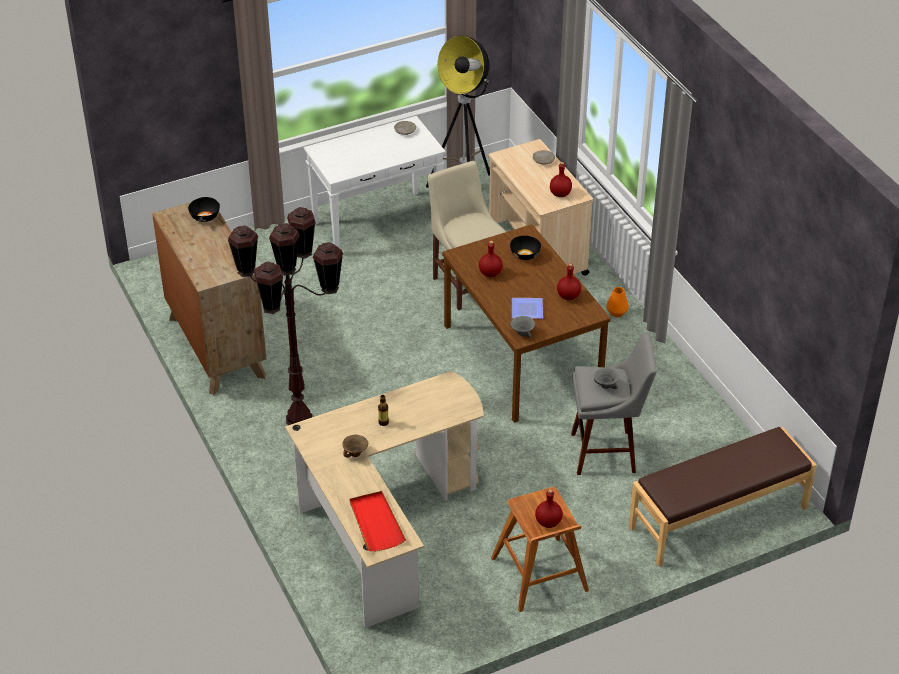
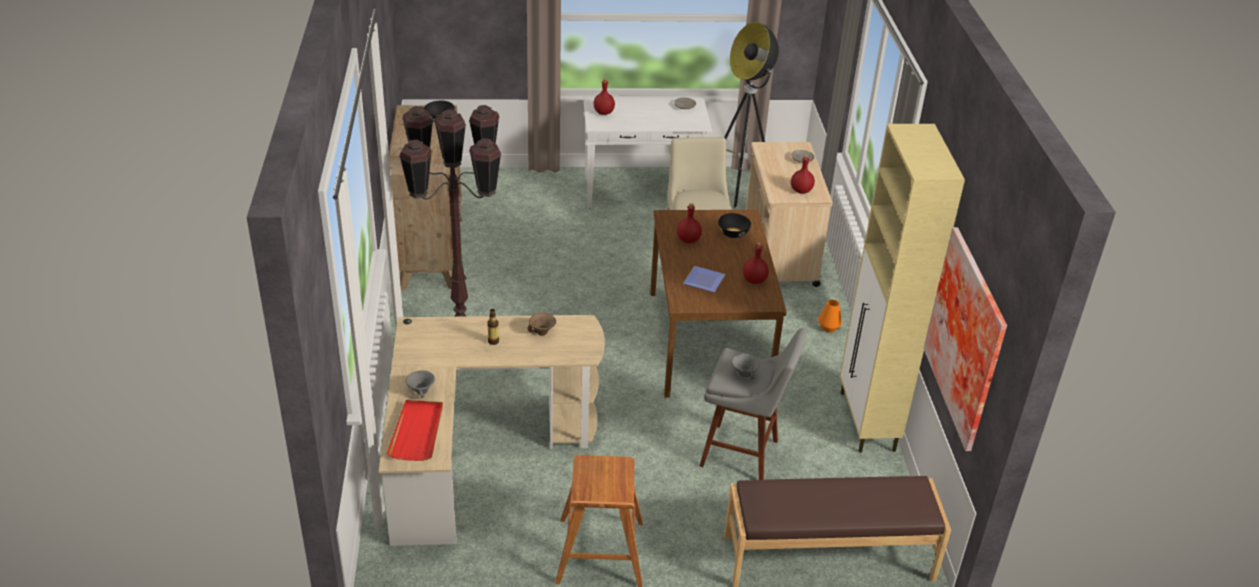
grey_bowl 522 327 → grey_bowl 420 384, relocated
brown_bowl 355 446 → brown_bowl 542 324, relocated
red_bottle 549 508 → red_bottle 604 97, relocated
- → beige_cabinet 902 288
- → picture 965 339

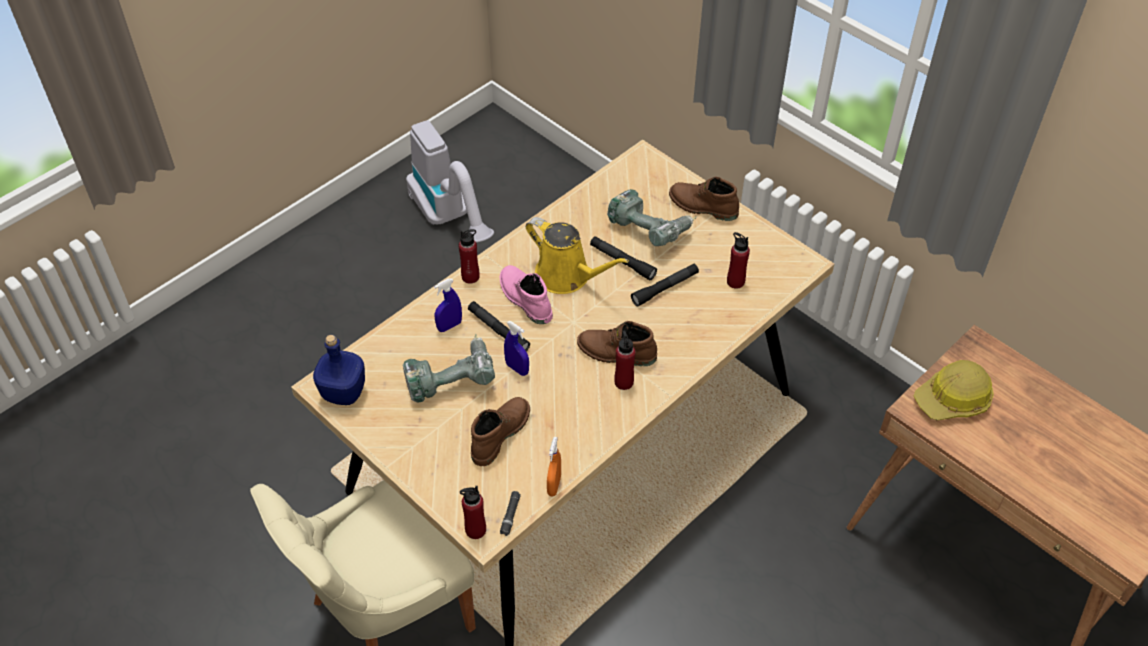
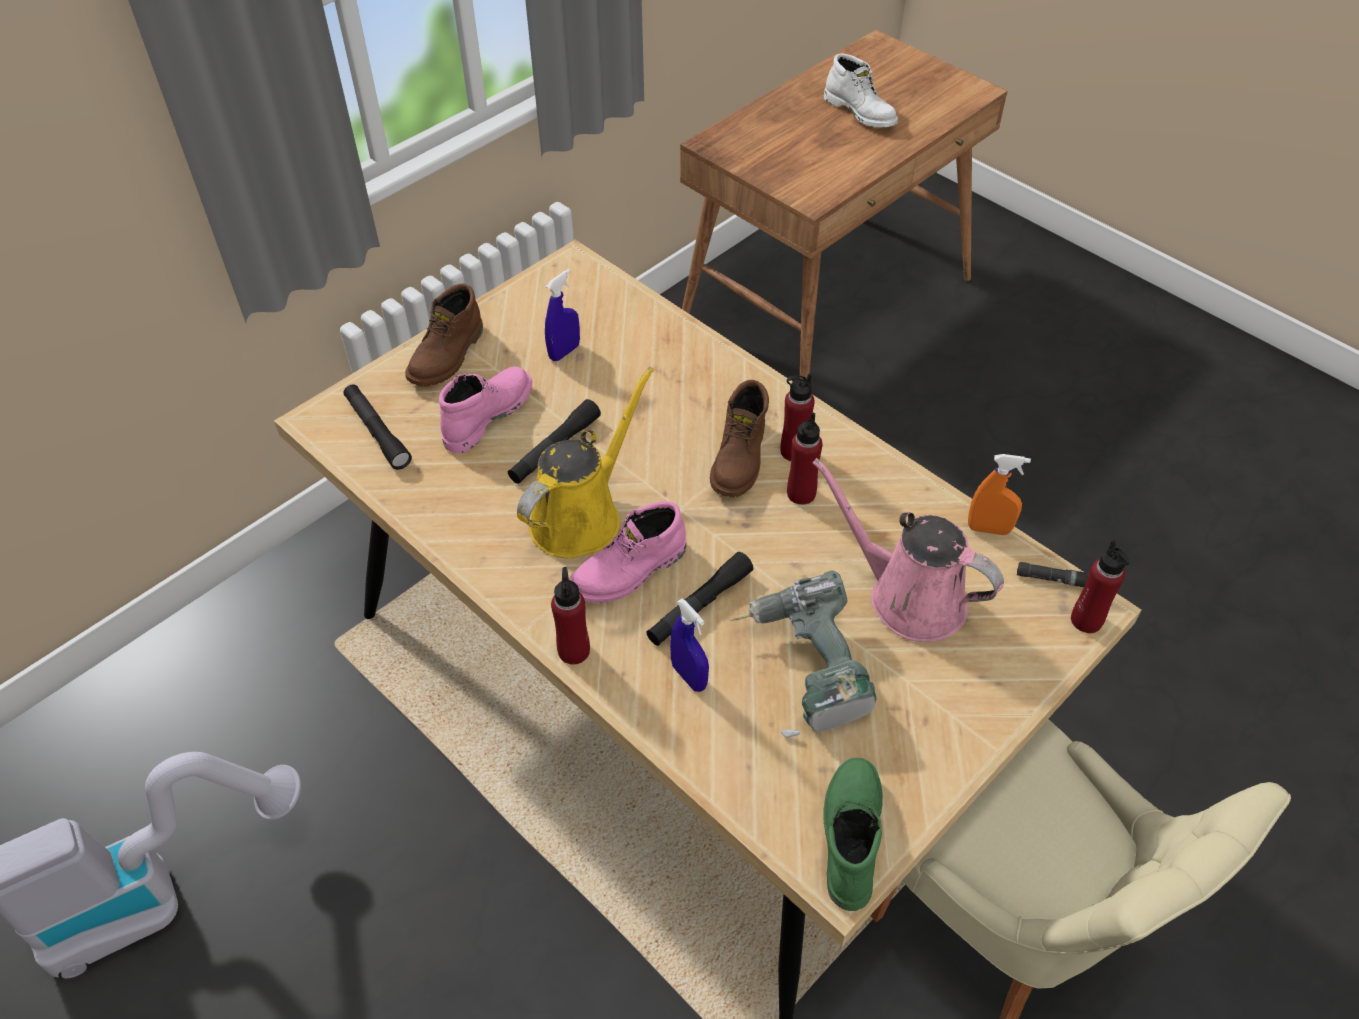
power_drill 652 217 → pink_boot 485 410
red_bottle 738 260 → red_bottle 805 459, relocated
black_flashlight 665 285 → black_flashlight 377 427, relocated
blue_spray_bottle 516 348 → blue_spray_bottle 562 315, relocated
blue_bottle 339 370 → green_boot 853 834
hard_hat 954 390 → -
brown_boot 500 431 → pink_watering_can 908 550
- → white_boot 861 91

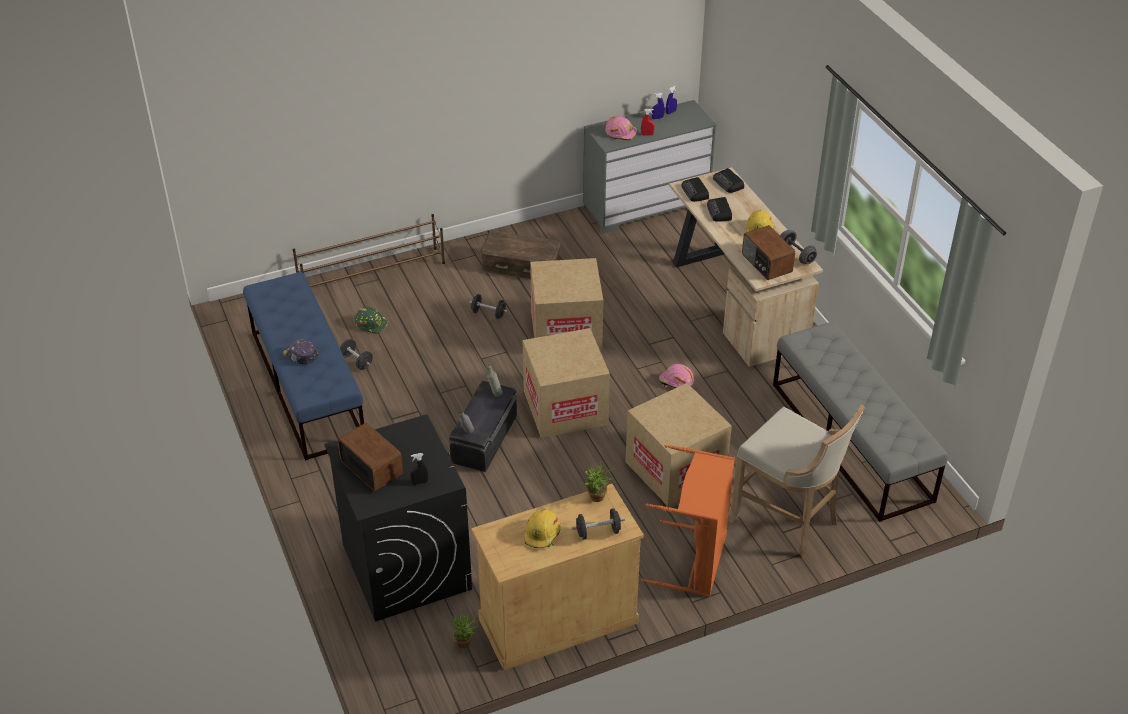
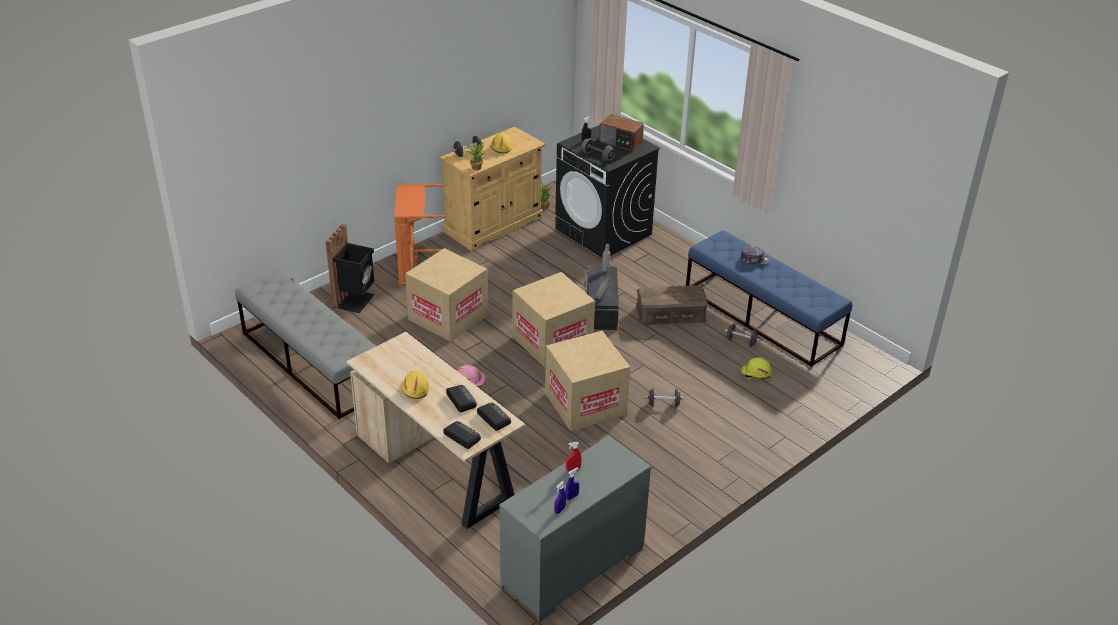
pink_hard_hat 621 128 → -
brown_shoe_rack 369 250 → -
radio 768 252 → -
grey_dumbbell 798 247 → grey_dumbbell 598 149, relocated
brown_storage_box 520 255 → brown_storage_box 672 305, relocated
green_hard_hat 371 320 → yellow_hard_hat 756 368
beige_stool 797 481 → black_trash_can 350 268

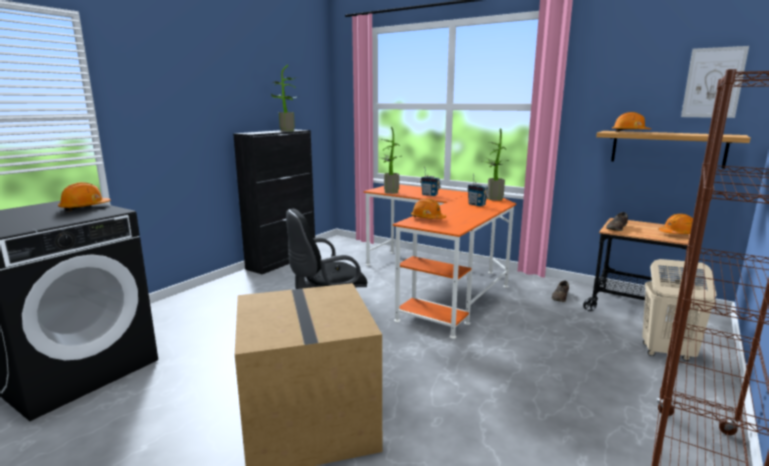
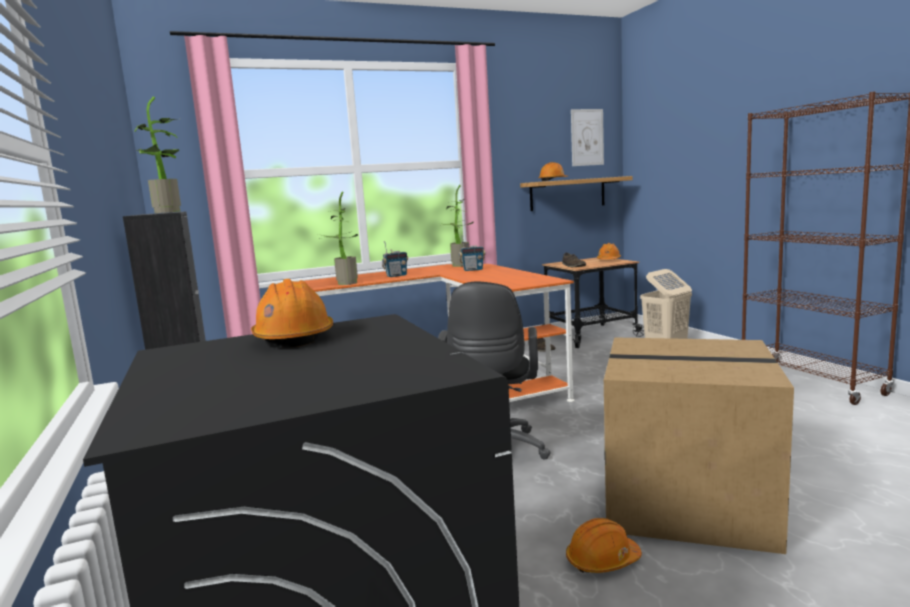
orange_hard_hat 428 208 → orange_hard_hat 604 545, relocated

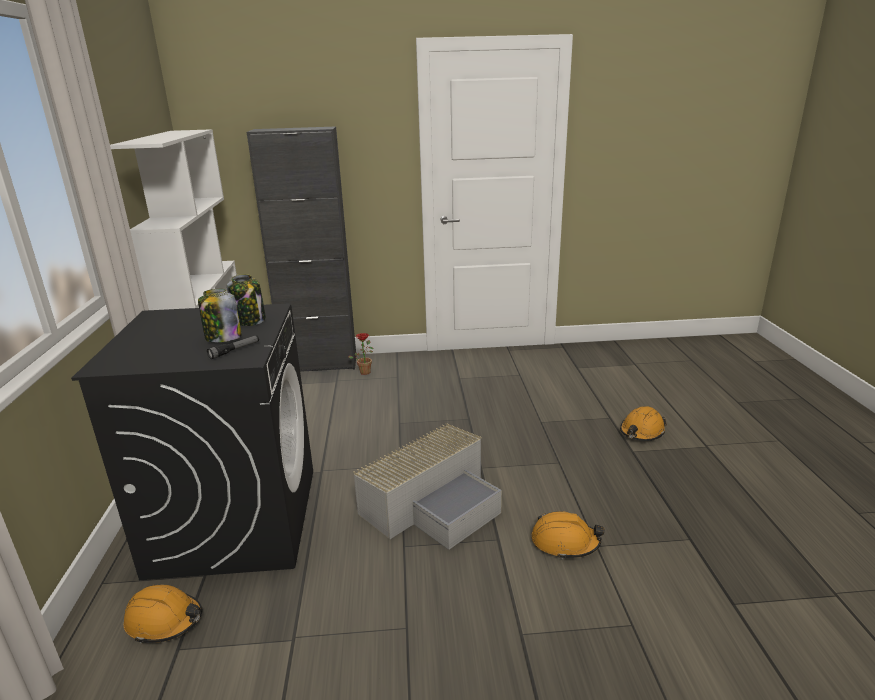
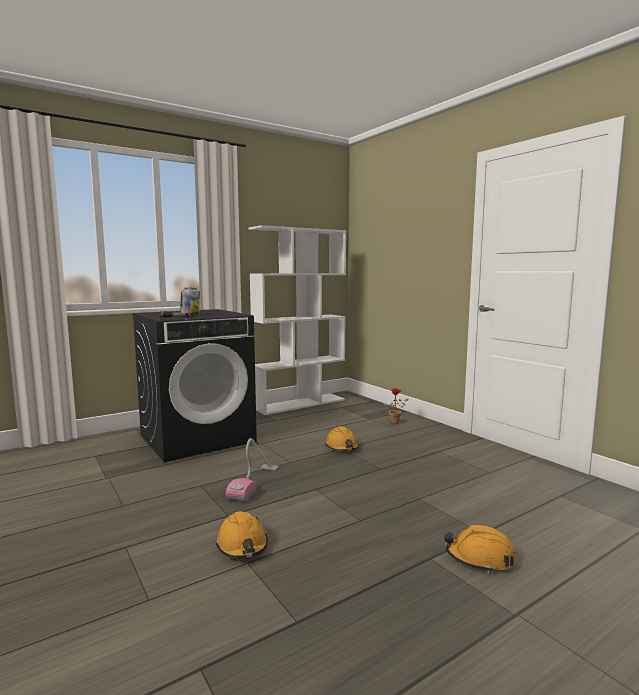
black_cabinet 301 249 → -
jar 246 300 → -
grey_storage_box 427 486 → vacuum_cleaner 252 470
orange_hard_hat 163 614 → orange_hard_hat 342 438, relocated

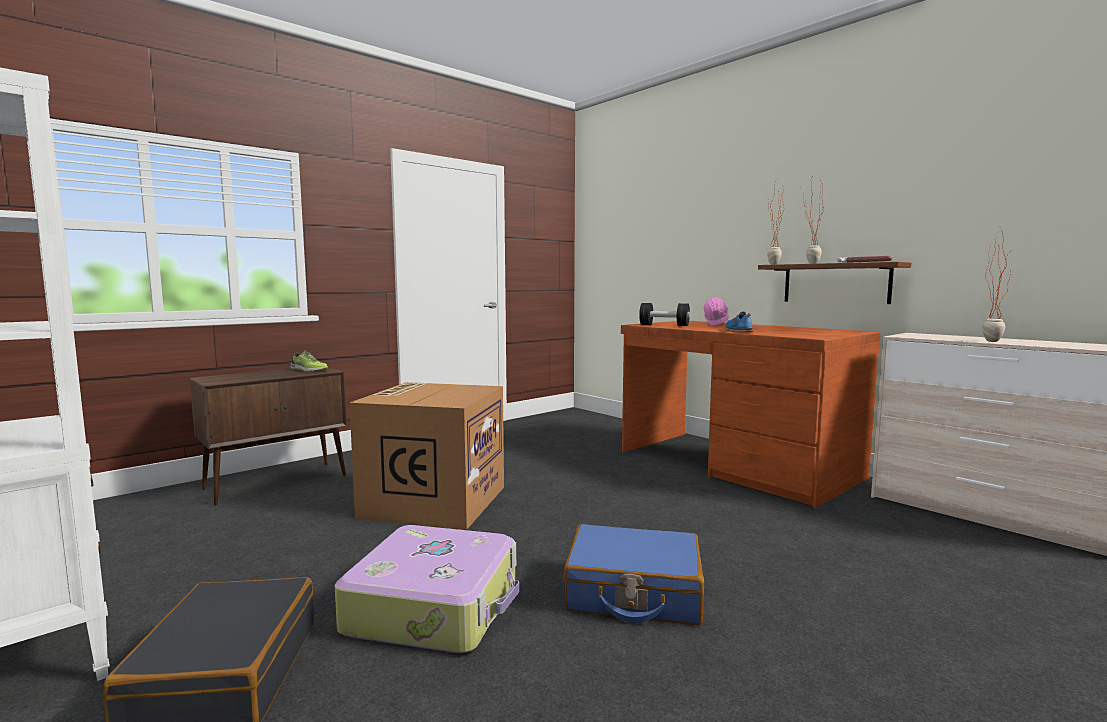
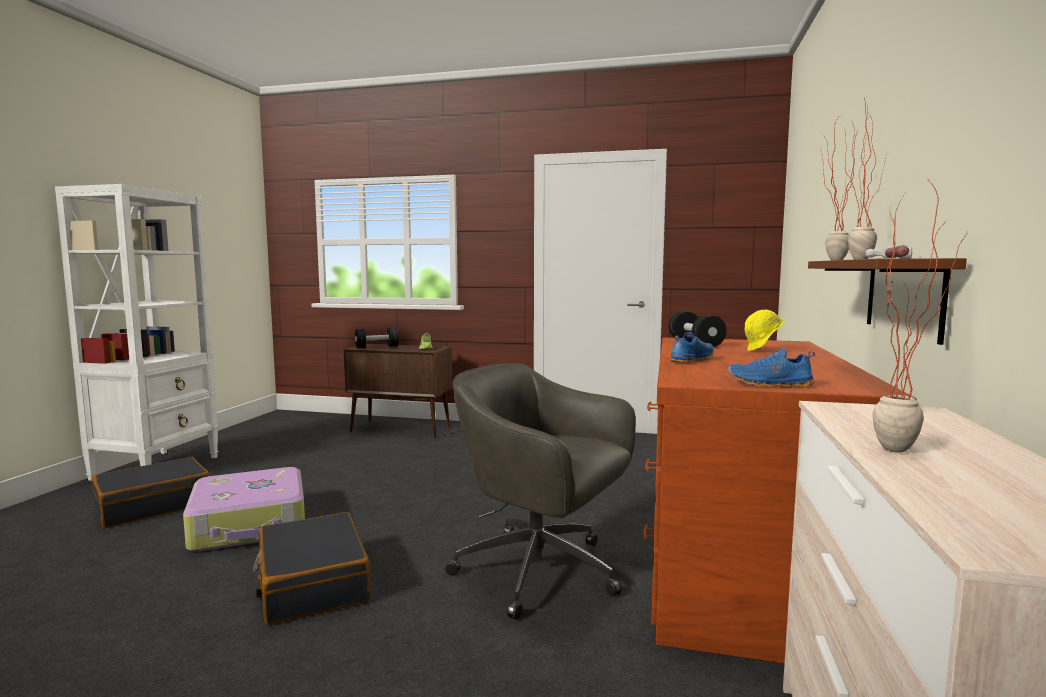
pink_hard_hat 716 311 → yellow_hard_hat 764 330
cardboard_box 426 456 → -
blue_suitcase 634 574 → black_suitcase 311 568
- → black_dumbbell 376 337
- → blue_shoe 771 368
- → grey_office_chair 540 491

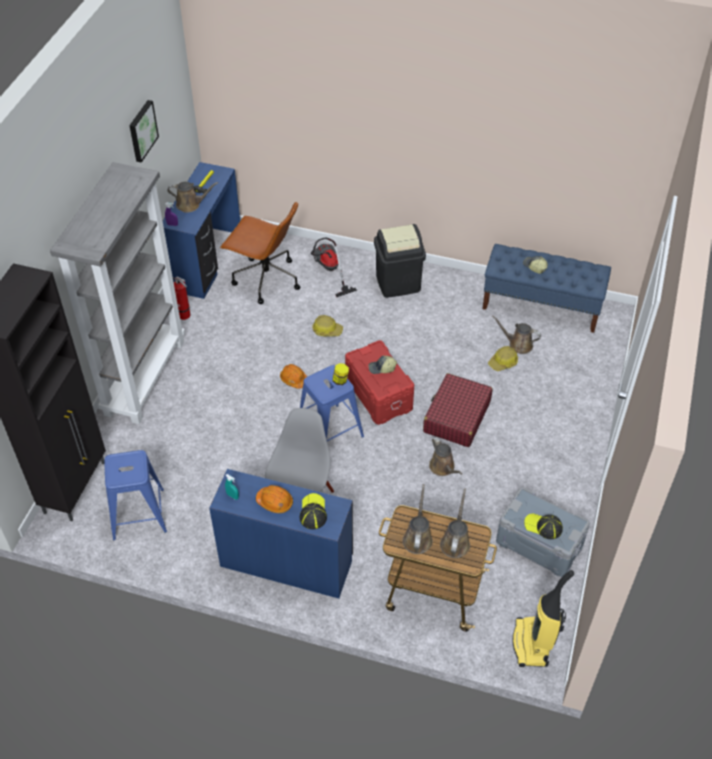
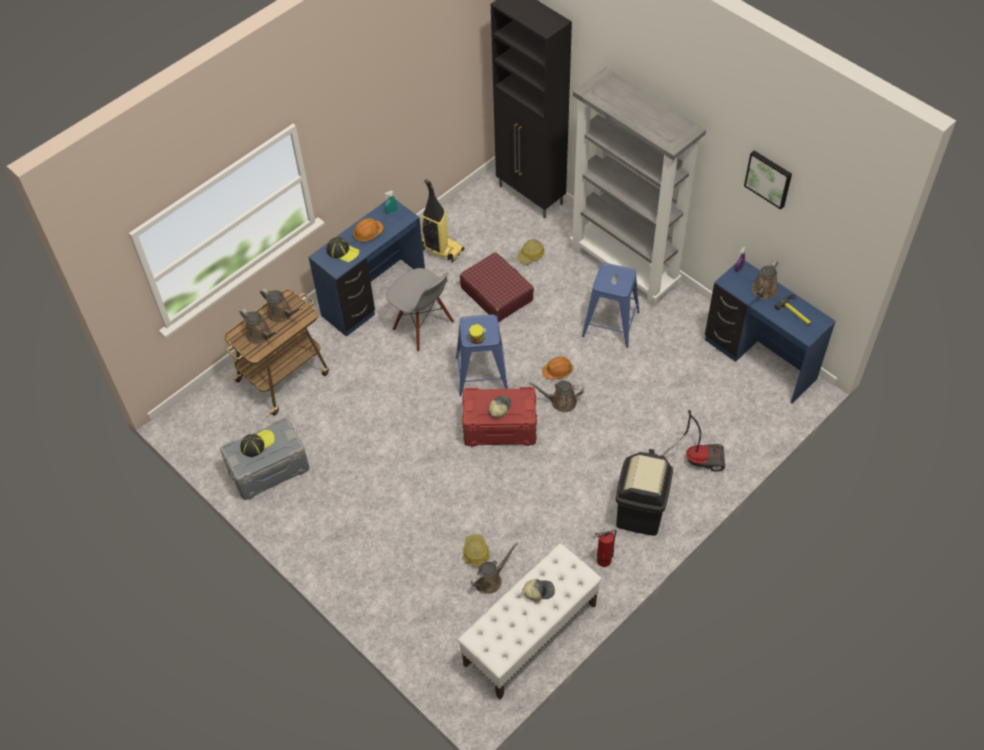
brown_office_chair 260 253 → -
blue_bench 546 288 → white_bench 530 621
fire_extinguisher 181 298 → fire_extinguisher 604 547, relocated
hard_hat 327 325 → hard_hat 530 252, relocated
red_suitcase 458 410 → red_suitcase 497 287, relocated
brown_watering_can 445 456 → brown_watering_can 556 396, relocated
blue_stool 135 495 → blue_stool 611 305, relocated
vacuum_cleaner 543 618 → vacuum_cleaner 443 220, relocated

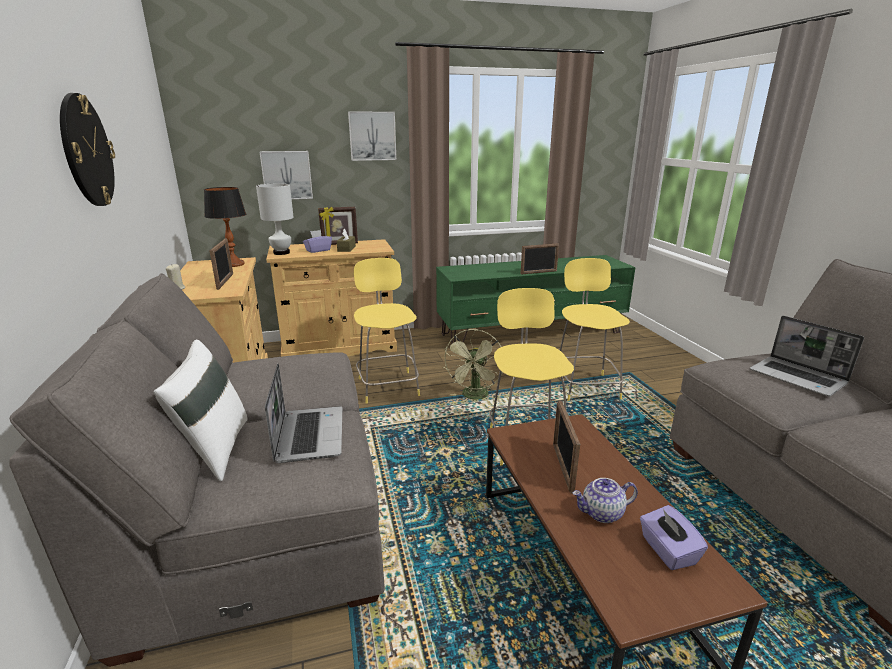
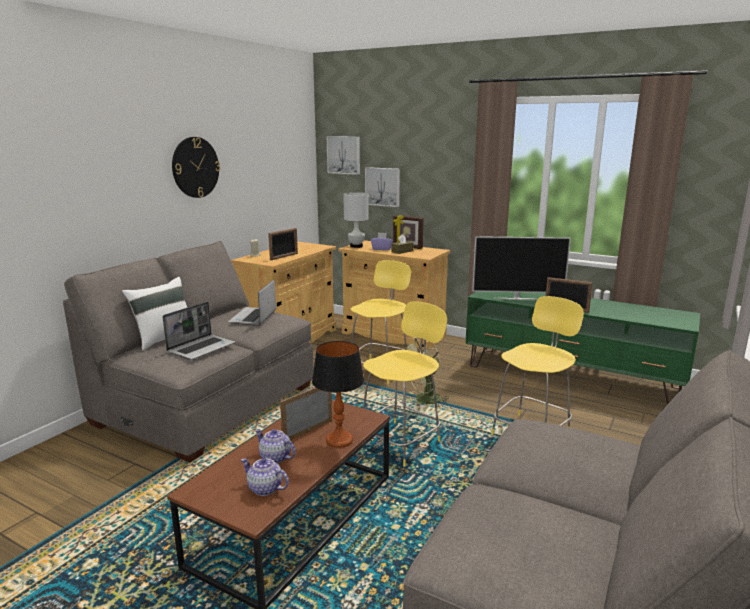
picture 372 136 → picture 343 155, relocated
table_lamp 225 227 → table_lamp 338 394, relocated
laptop 807 356 → laptop 252 302, relocated
purple_tissue_box 674 537 → teapot 265 477
- → television 521 268

